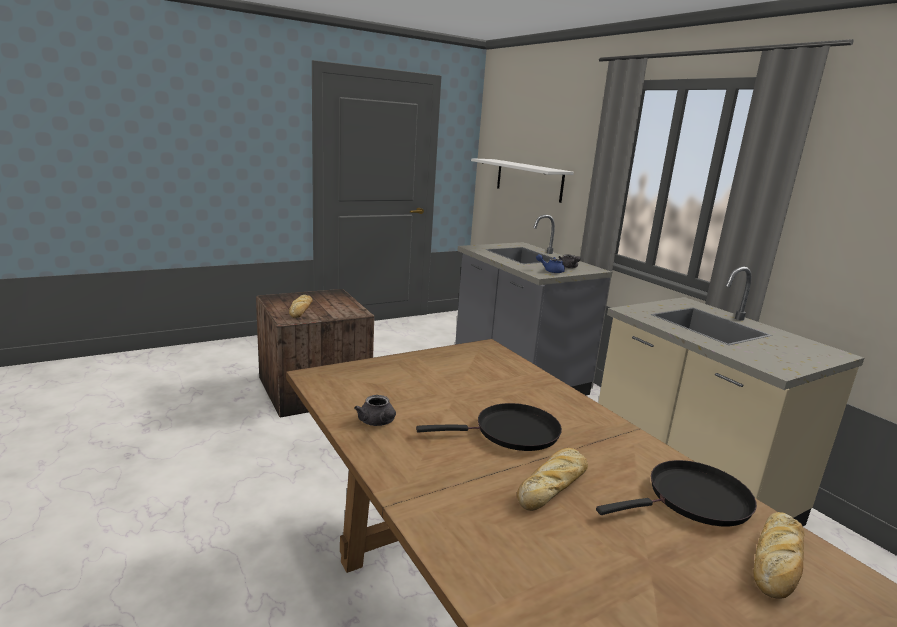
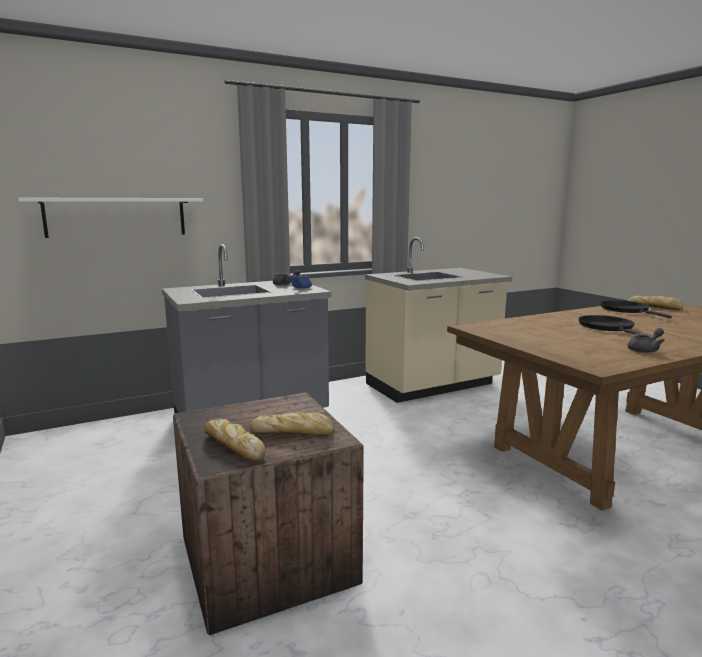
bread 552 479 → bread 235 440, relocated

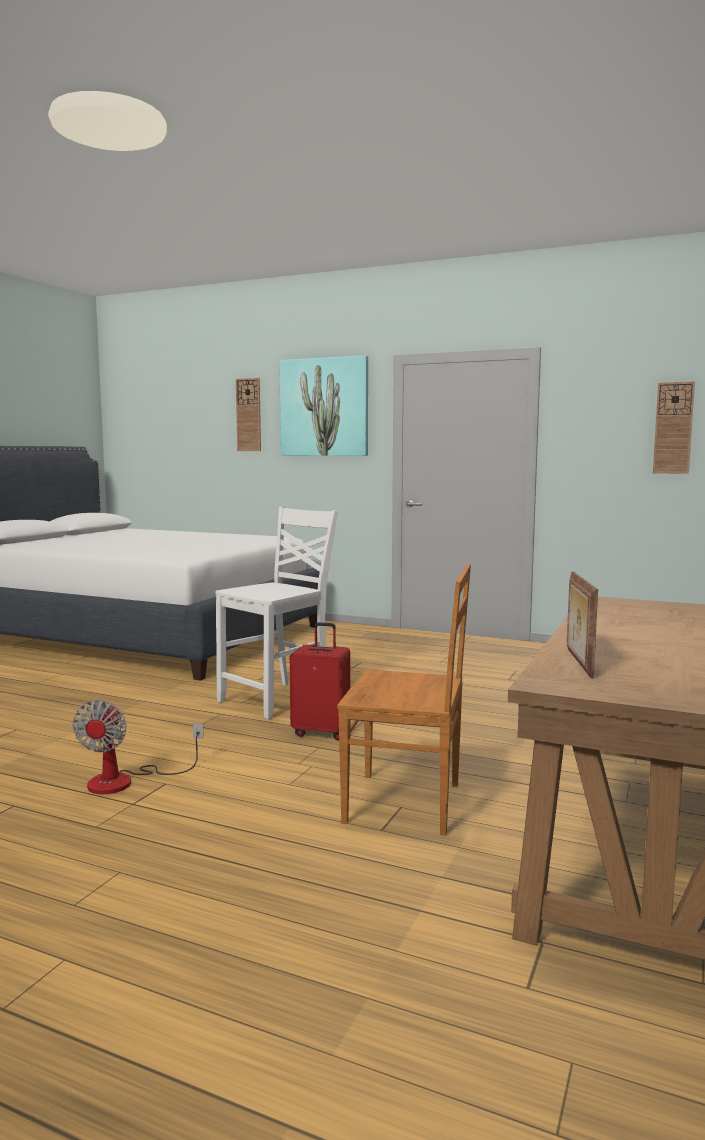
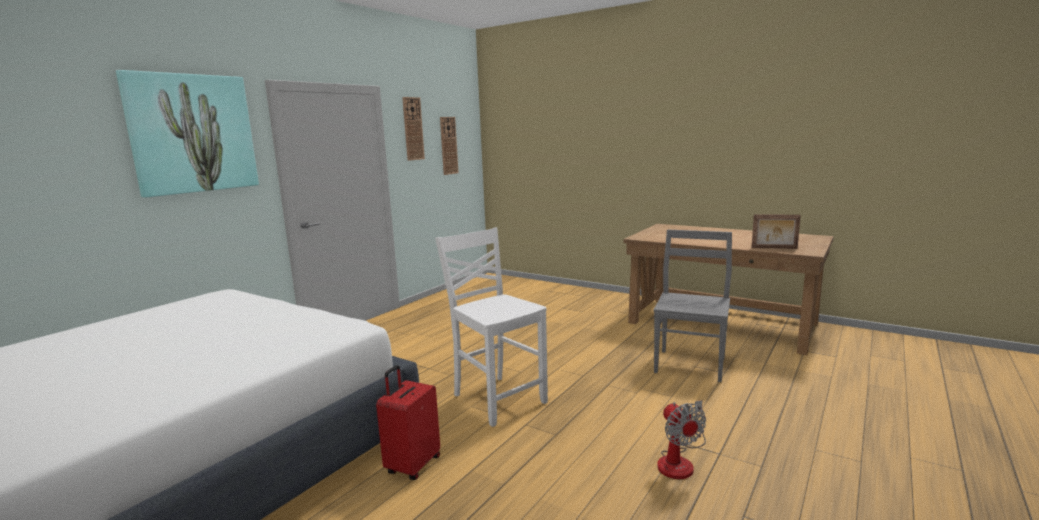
wall_clock 248 414 → wall_clock 413 129, relocated
brown_chair 404 699 → grey_chair 693 306
red_suitcase 320 681 → red_suitcase 408 422, relocated
fan 138 747 → fan 681 439, 60 degrees clockwise

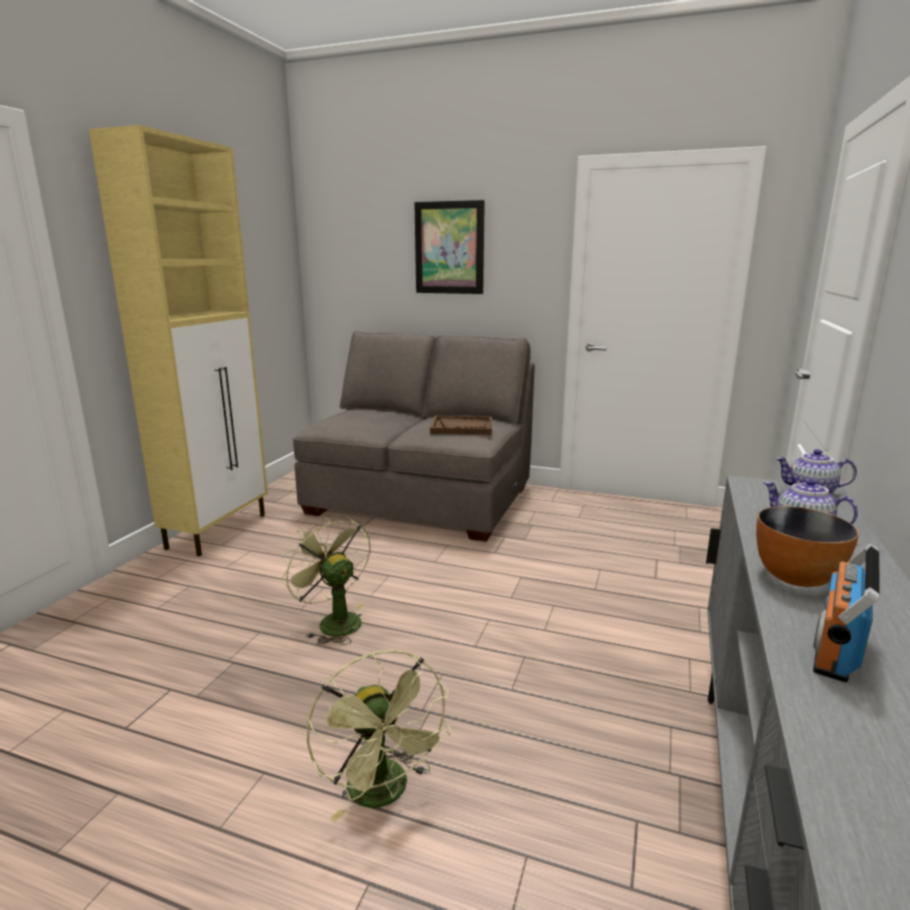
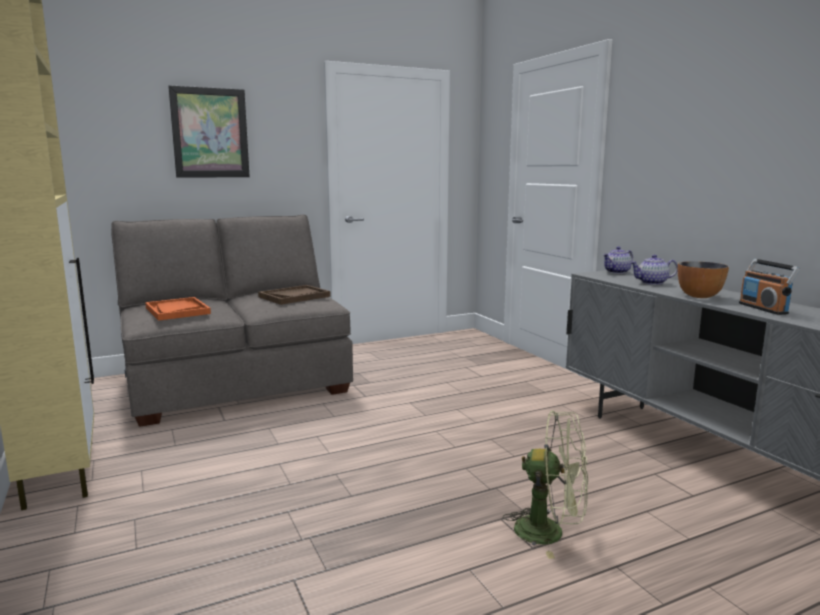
green_fan 326 580 → -
- → orange_tray 178 309

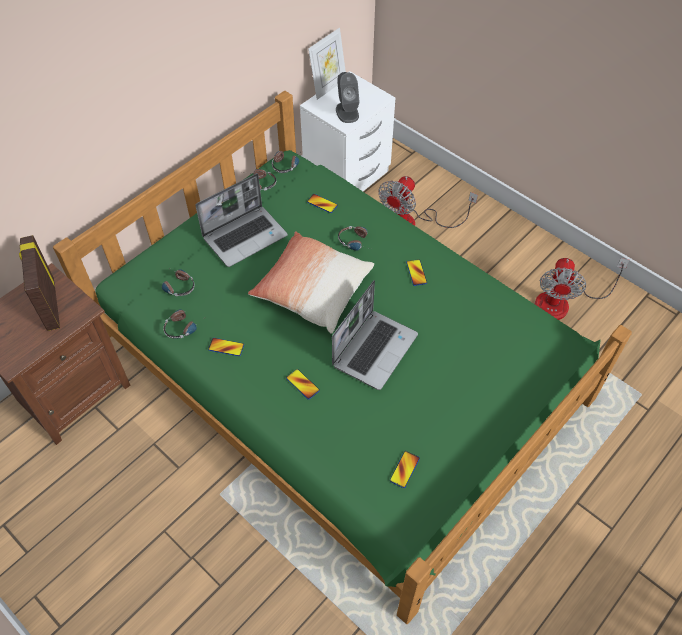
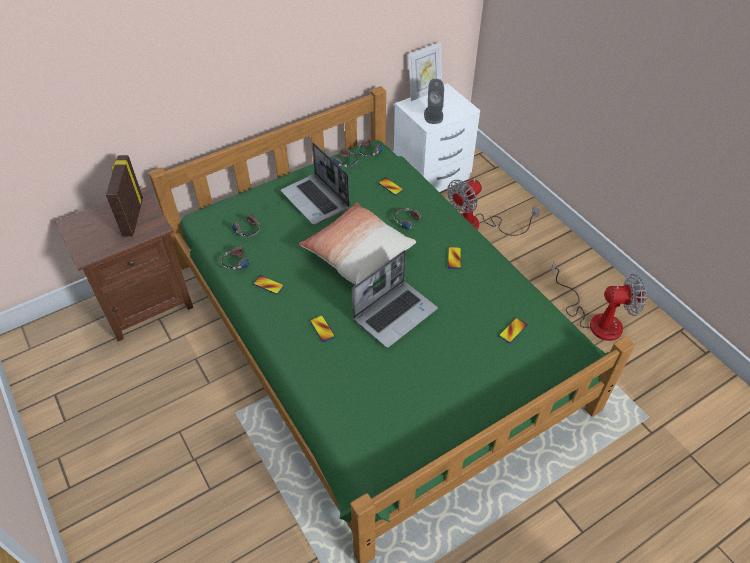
laptop 241 220 → laptop 315 183, 75 degrees clockwise
fan 582 289 → fan 599 301, 120 degrees counterclockwise
phone 405 469 → phone 513 330, relocated

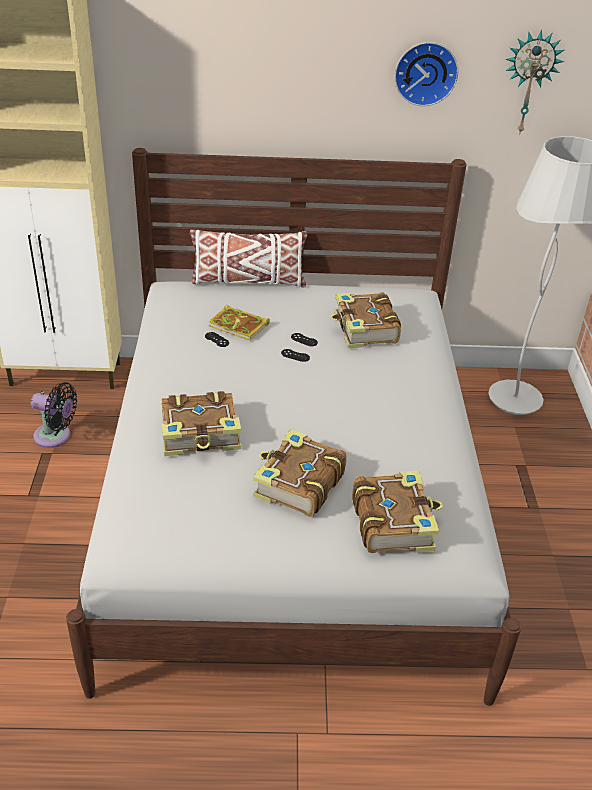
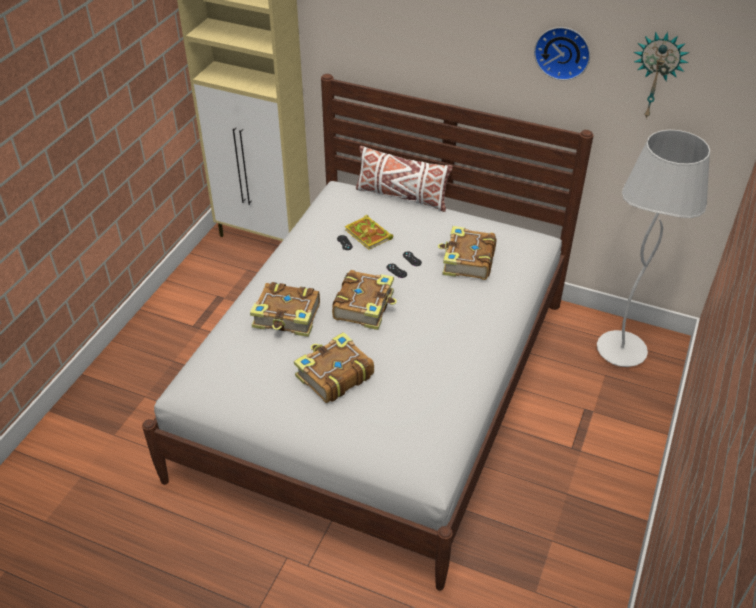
black_fan 54 415 → -
book 397 512 → book 364 300, relocated

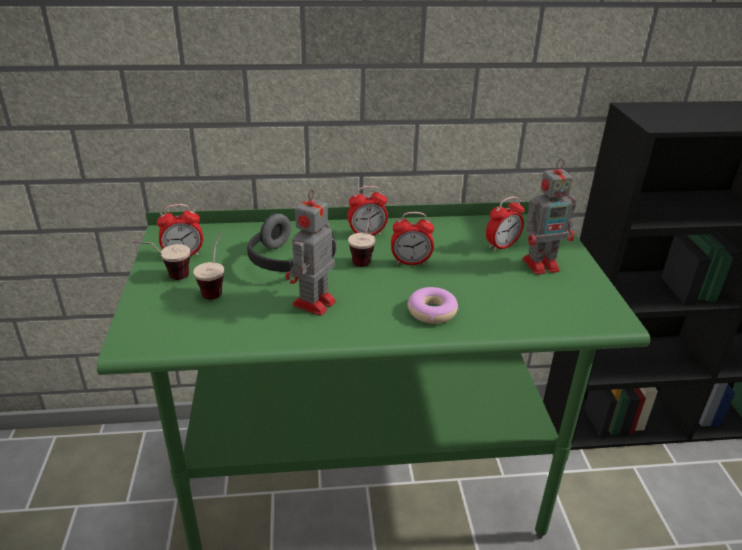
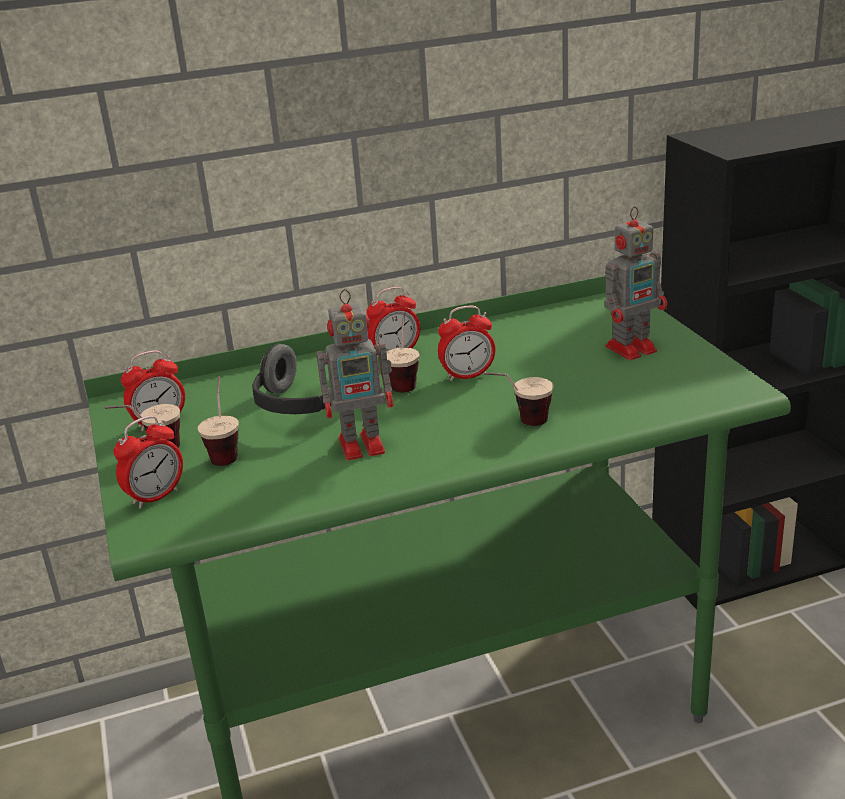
toy_robot 310 252 → toy_robot 355 374, 120 degrees counterclockwise
alarm_clock 505 224 → alarm_clock 148 462, relocated
donut 432 305 → cup 518 399

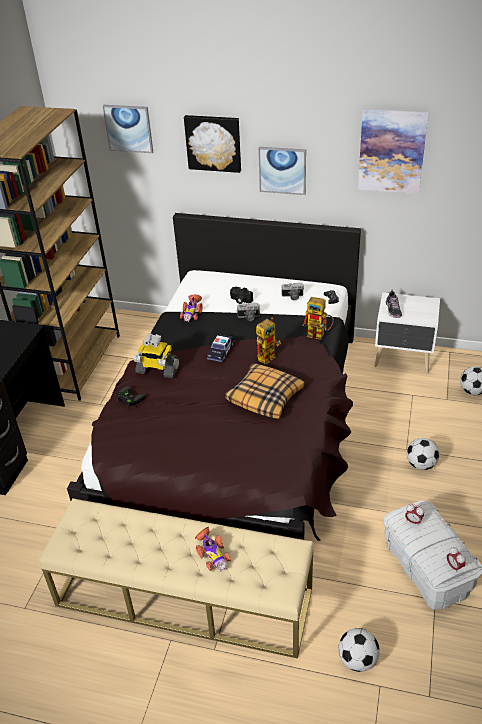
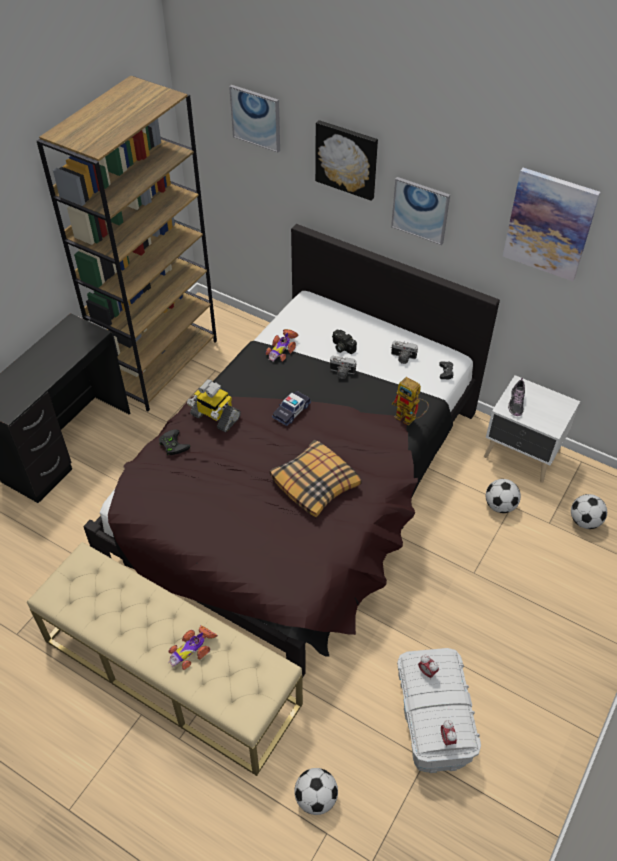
toy_robot 268 341 → -
football 423 454 → football 503 496, relocated
toy_car 213 549 → toy_car 193 647, 60 degrees clockwise

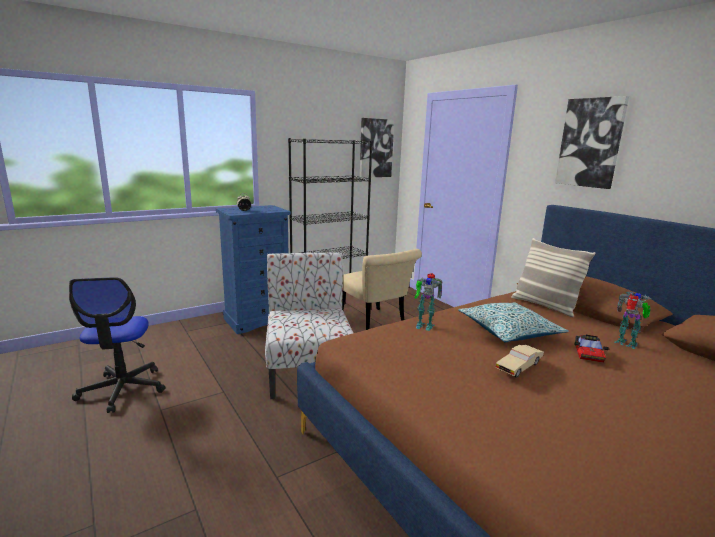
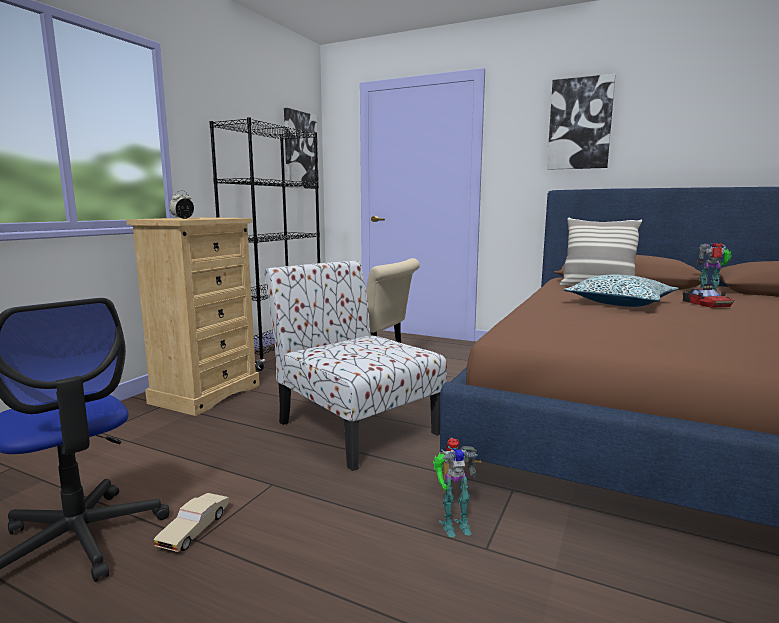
blue_dresser 253 269 → beige_dresser 193 316
toy_robot 429 302 → toy_robot 455 487, relocated
beige_toy_car 519 361 → beige_toy_car 191 522, relocated

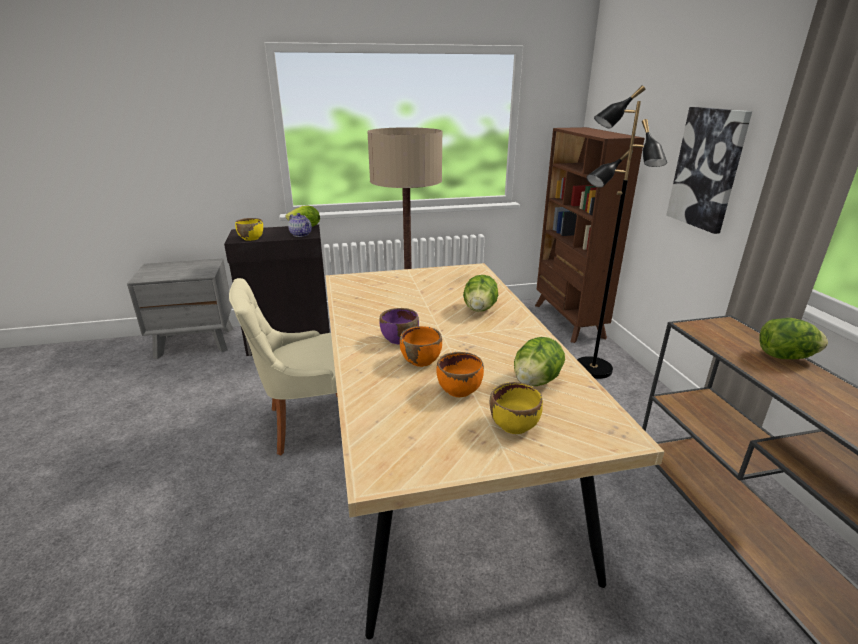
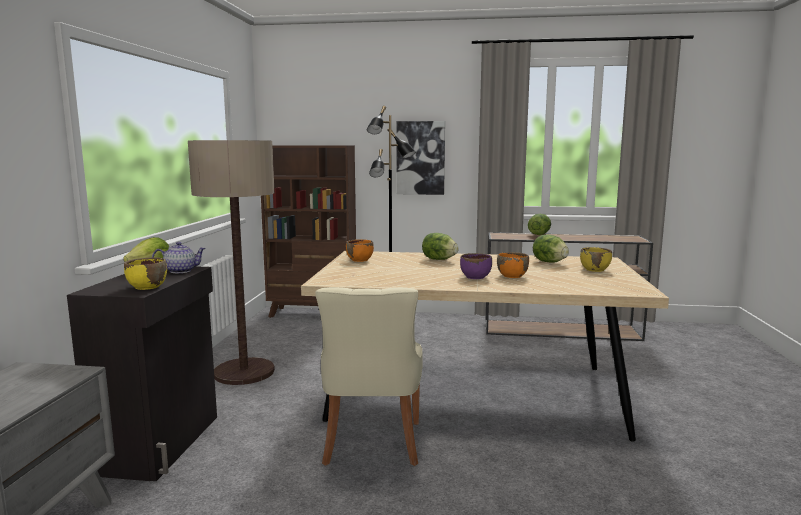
orange_bowl 460 374 → orange_bowl 360 250, relocated

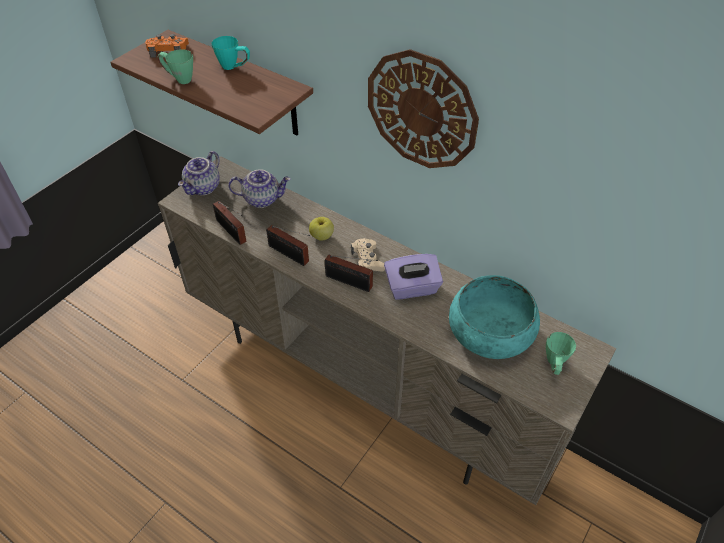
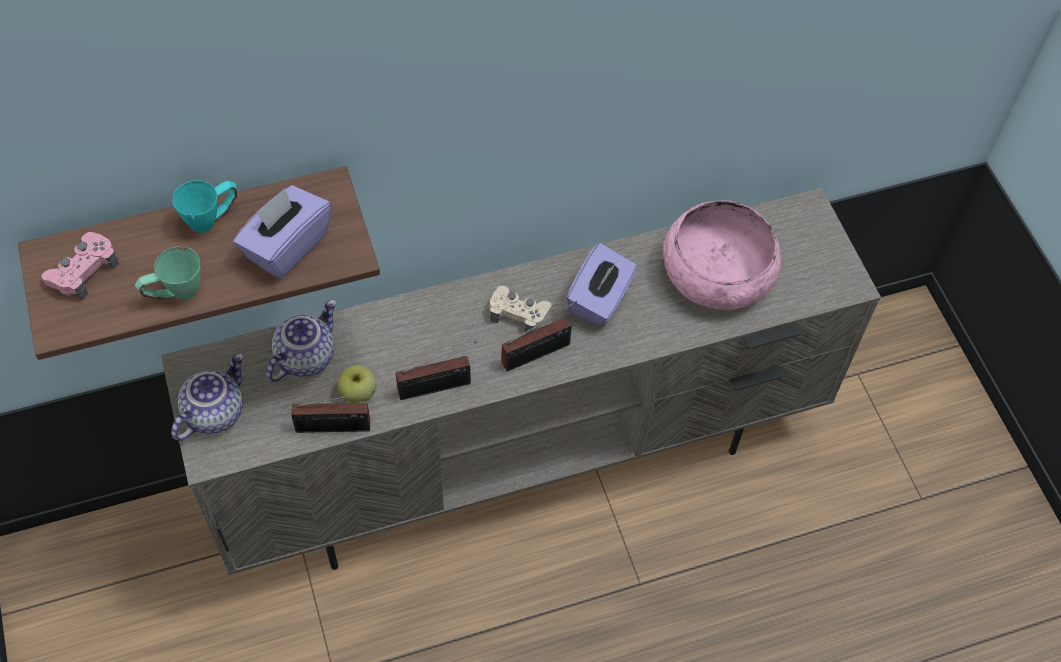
orange_game_controller 167 46 → pink_game_controller 80 266
wall_clock 423 108 → -
teapot 199 173 → teapot 207 397, 120 degrees counterclockwise
apple 321 229 → apple 357 384, relocated
turquoise_bowl 494 317 → pink_bowl 722 255
green_mug 561 353 → -
- → purple_tissue_box 282 232

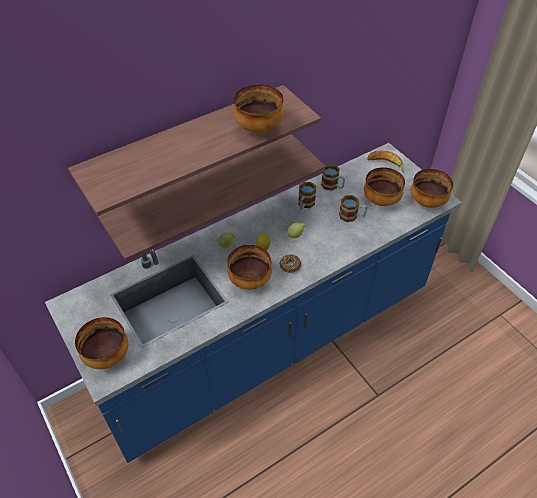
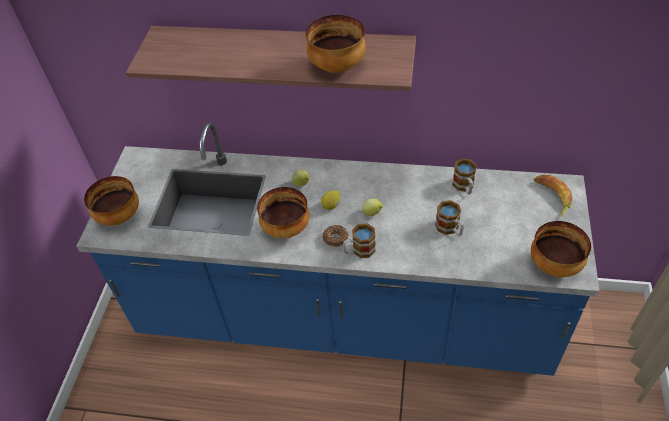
shelf 212 197 → -
bowl 384 186 → -
mug 307 196 → mug 359 240, relocated

